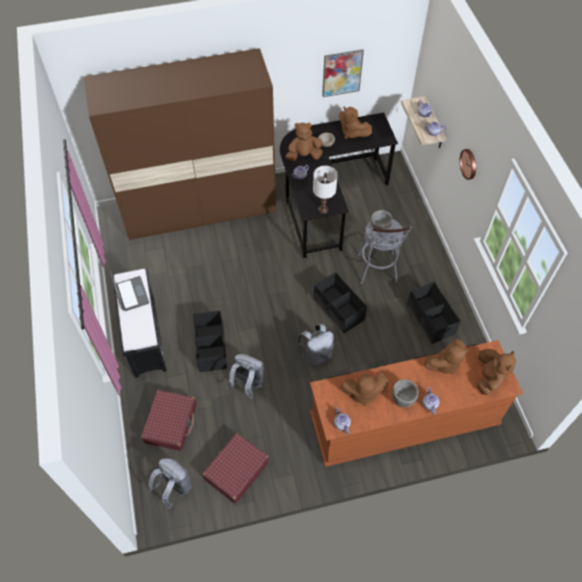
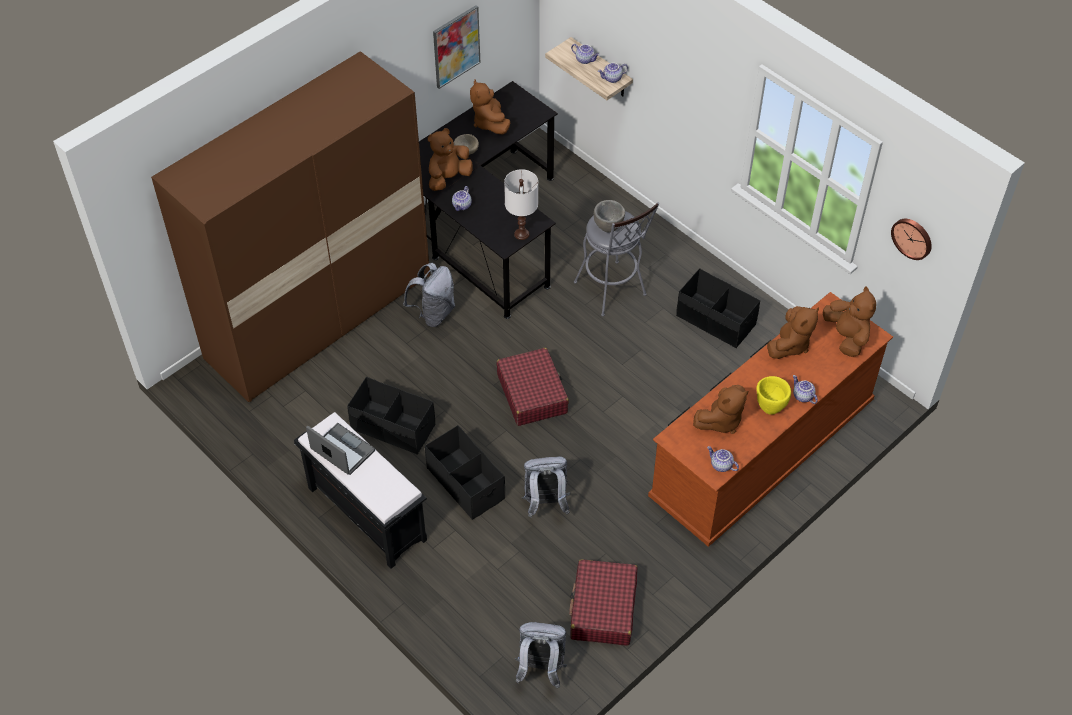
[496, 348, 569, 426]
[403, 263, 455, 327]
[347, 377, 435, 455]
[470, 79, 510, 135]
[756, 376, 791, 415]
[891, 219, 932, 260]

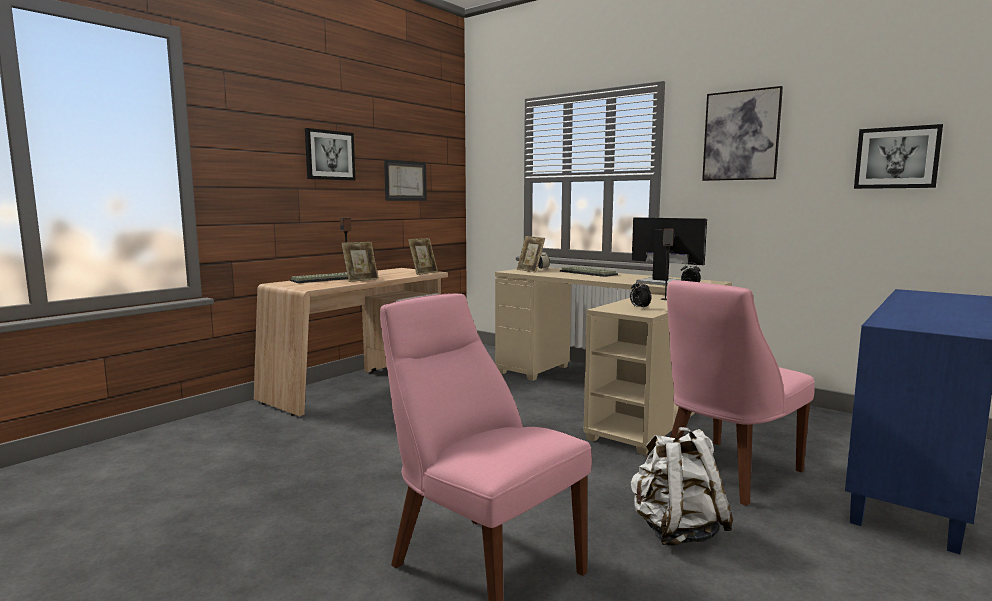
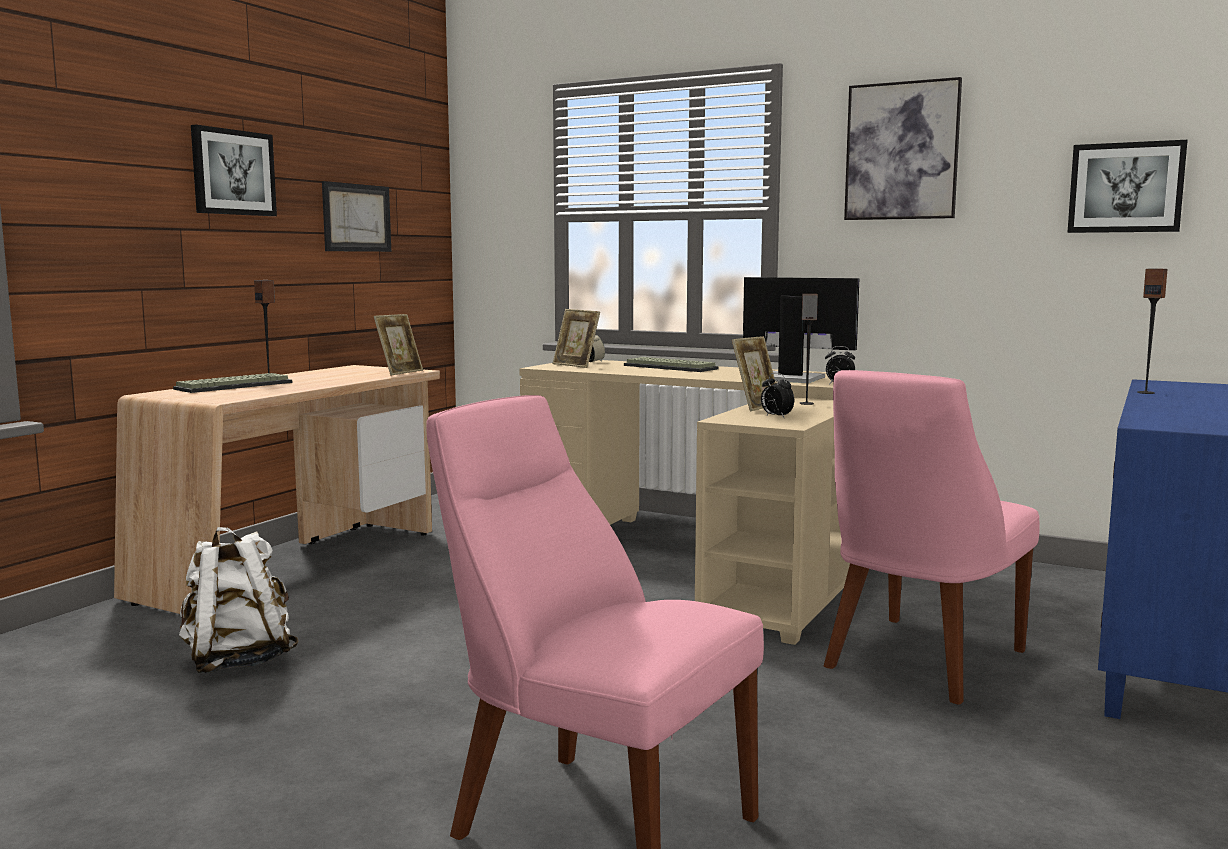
[732, 336, 776, 412]
[179, 527, 298, 673]
[1137, 269, 1167, 394]

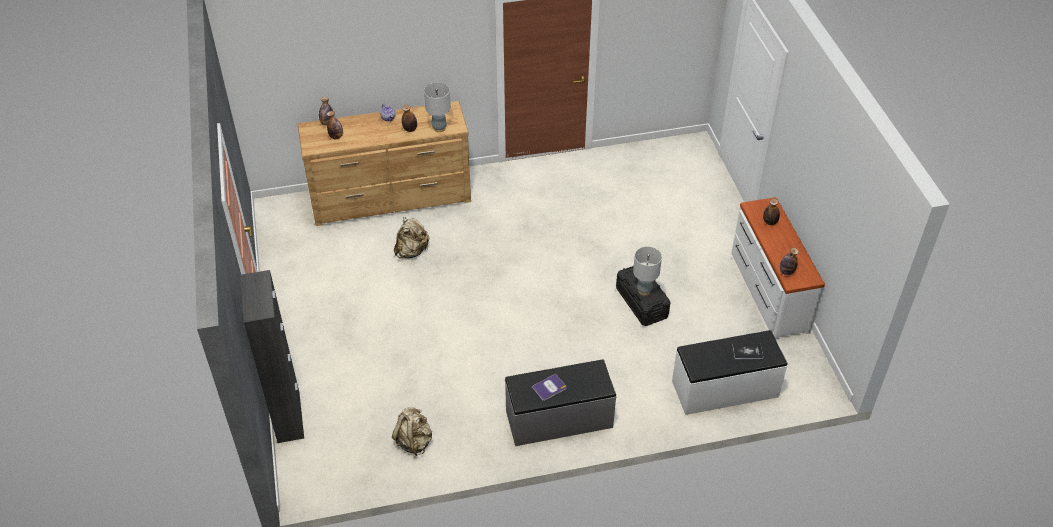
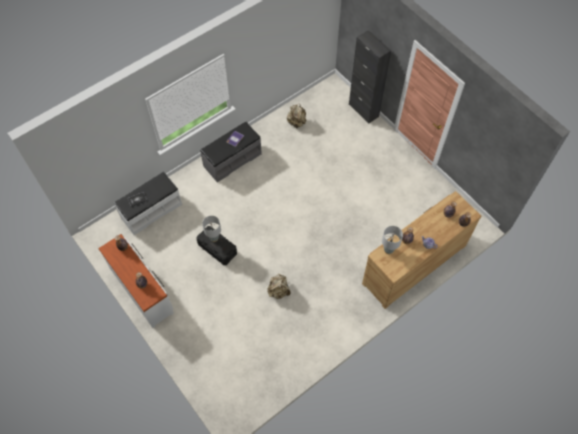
[267, 274, 290, 299]

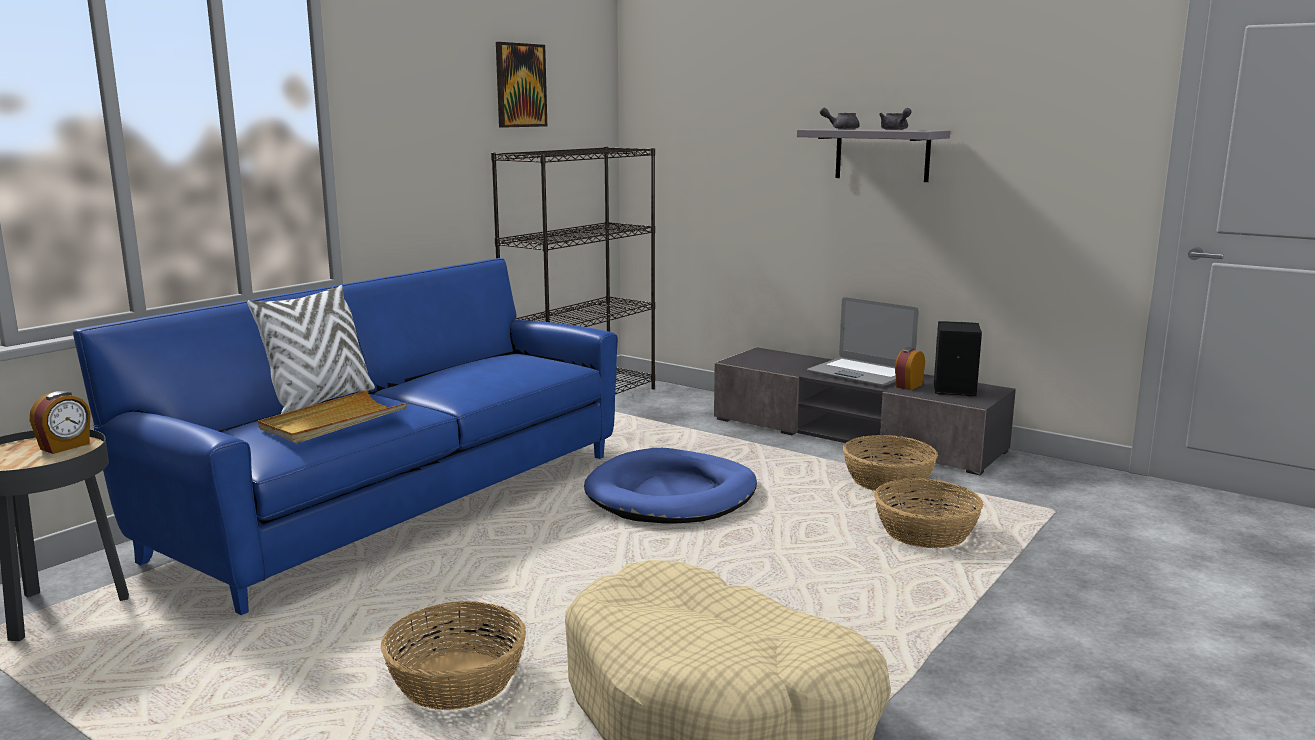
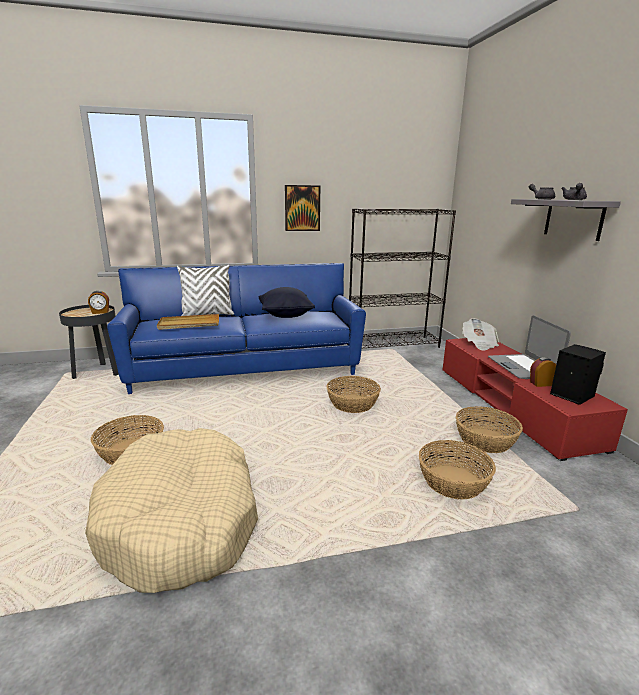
[285, 185, 320, 231]
[327, 376, 381, 413]
[443, 338, 628, 461]
[259, 287, 315, 318]
[462, 318, 499, 351]

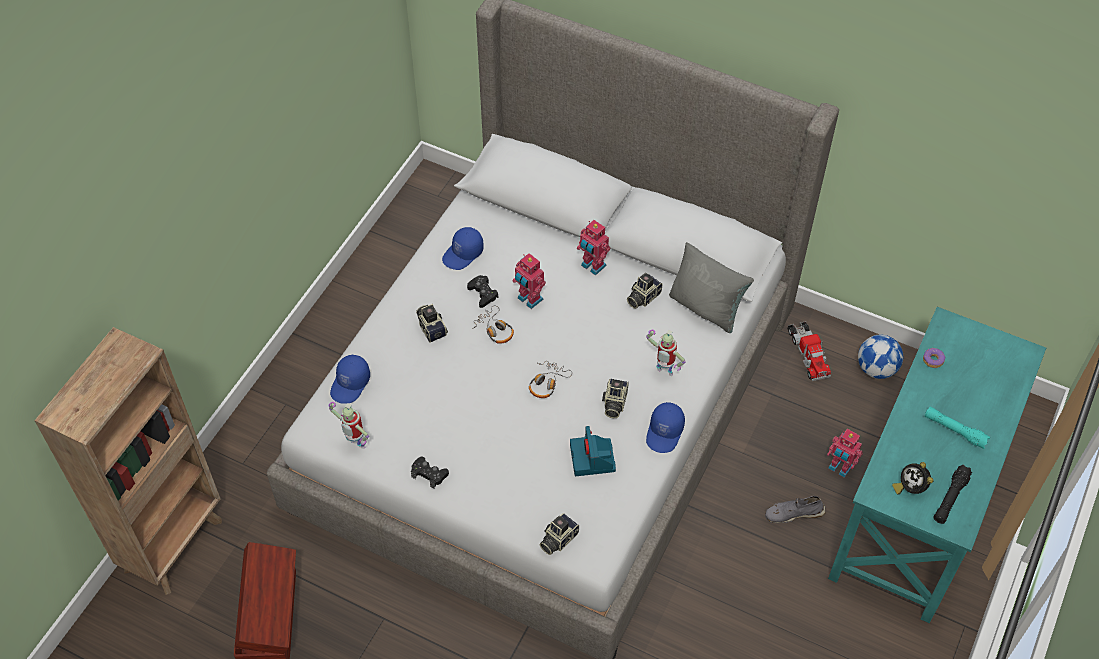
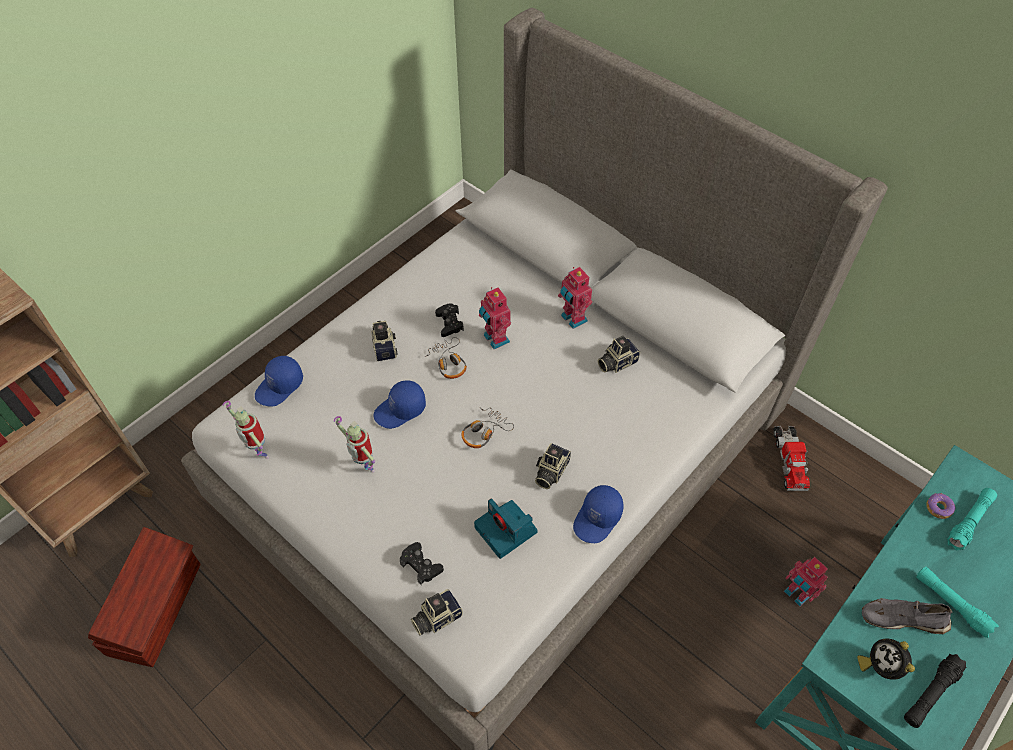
[400, 542, 444, 585]
[373, 380, 426, 429]
[474, 498, 538, 559]
[334, 416, 375, 473]
[669, 242, 754, 333] (first image)
[862, 598, 952, 634]
[858, 335, 903, 379] (first image)
[947, 488, 997, 551]

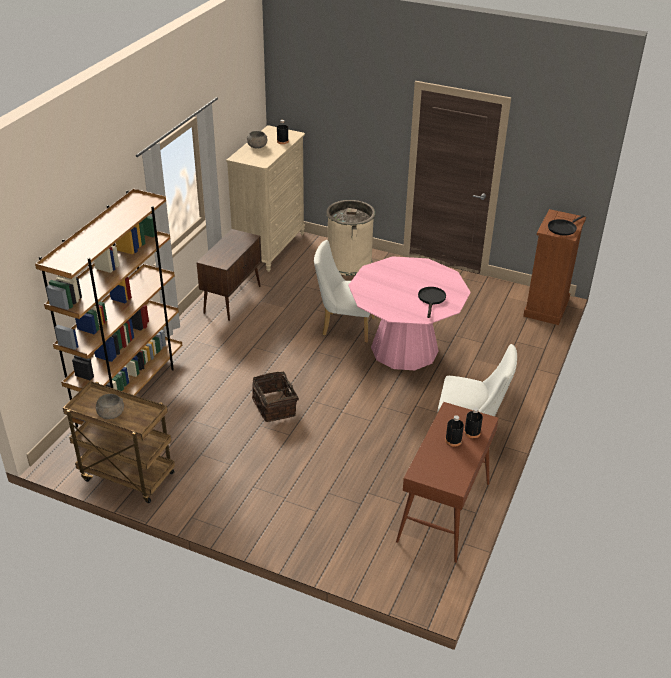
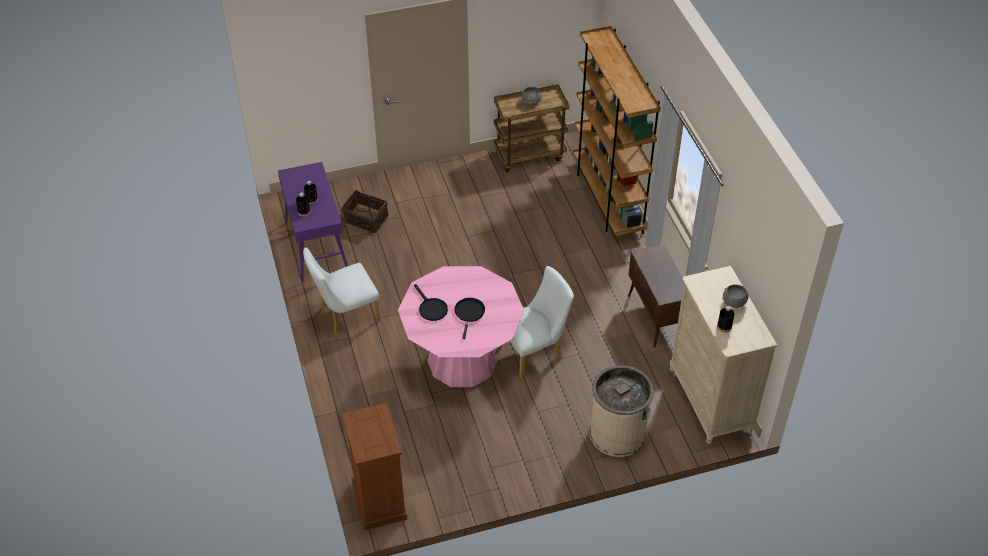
[341, 190, 389, 233]
[278, 162, 348, 283]
[454, 298, 485, 339]

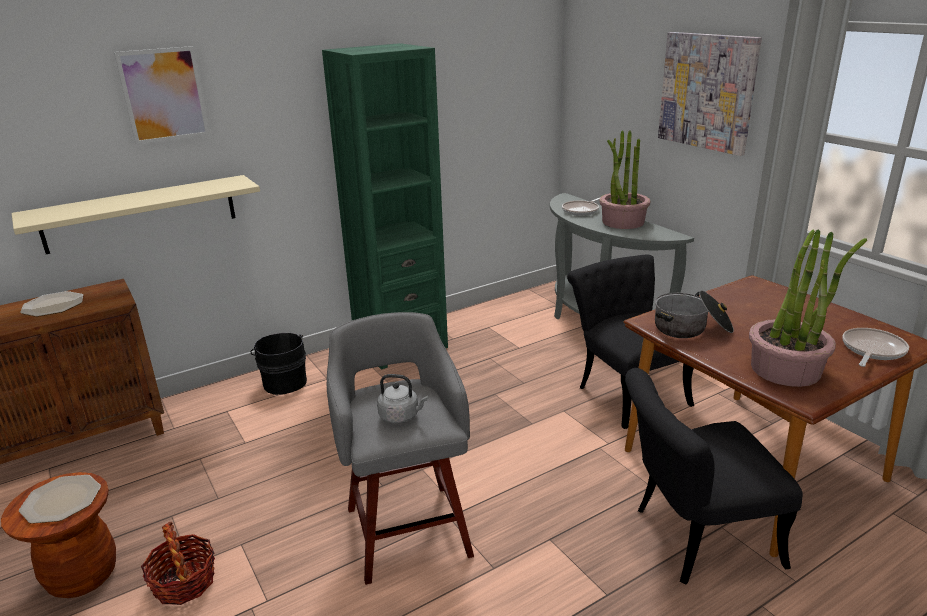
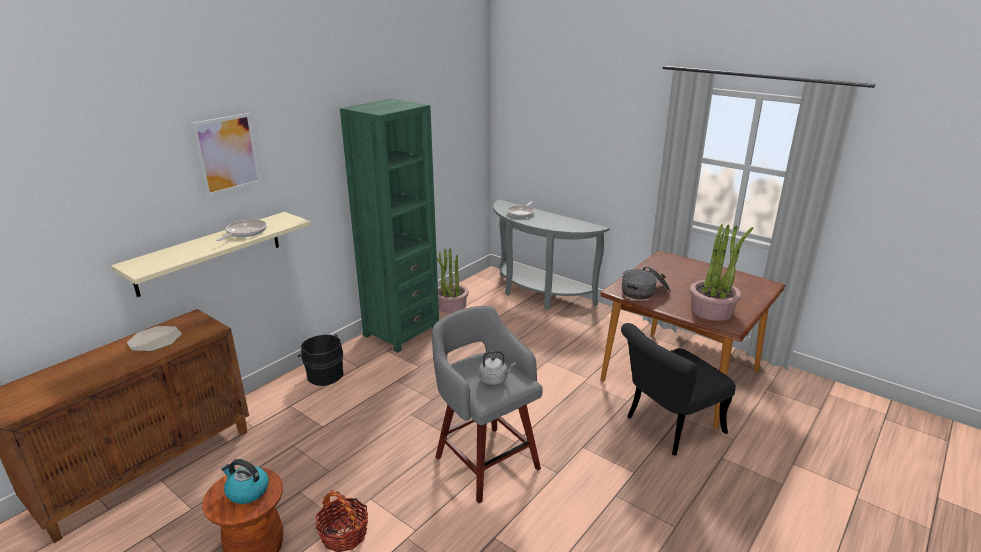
[221, 459, 269, 504]
[567, 254, 694, 429] (first image)
[437, 248, 469, 313]
[658, 32, 762, 156] (first image)
[216, 219, 267, 241]

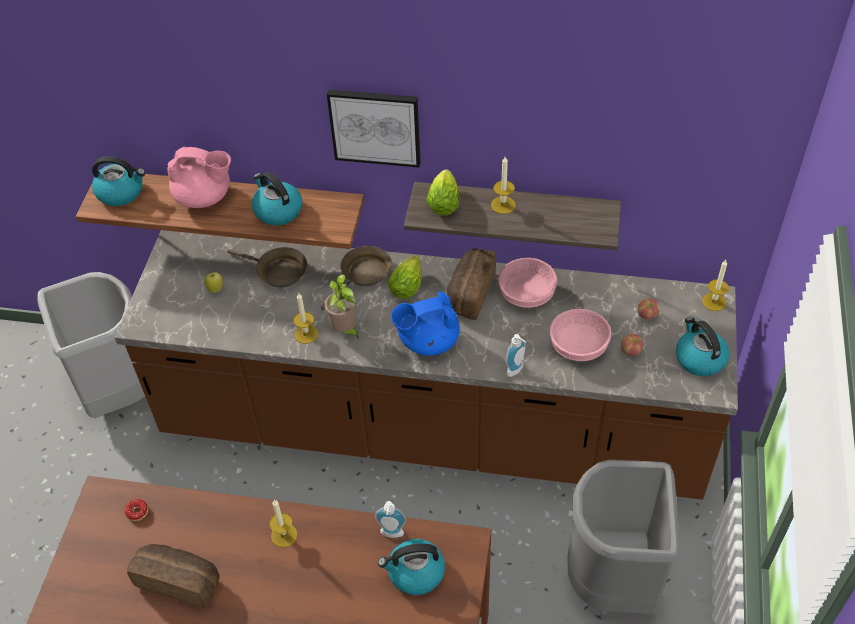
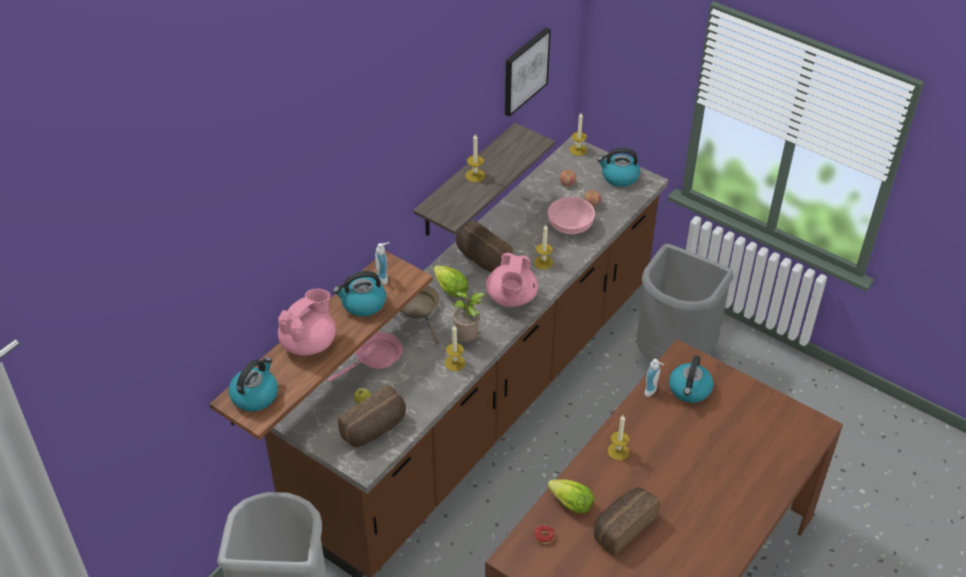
[328, 332, 402, 382]
[505, 28, 551, 117]
[486, 253, 538, 307]
[547, 479, 594, 513]
[498, 258, 557, 308] (first image)
[375, 242, 390, 285]
[338, 385, 406, 447]
[534, 225, 553, 270]

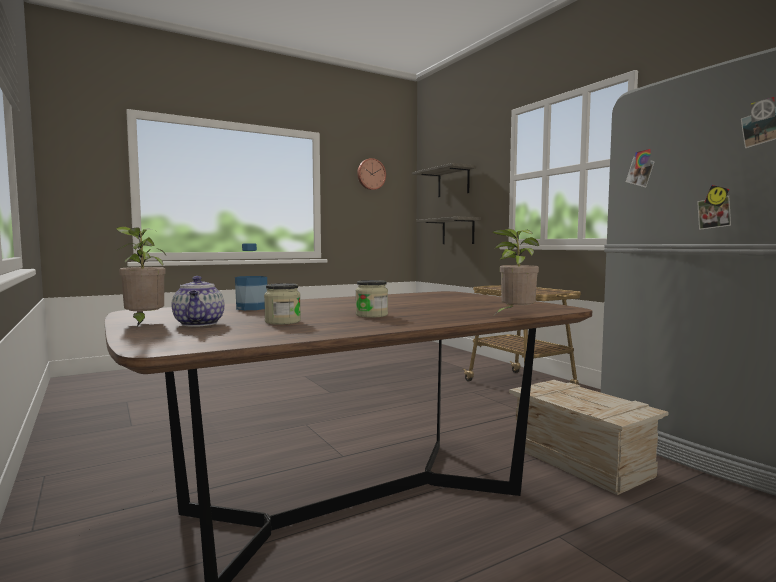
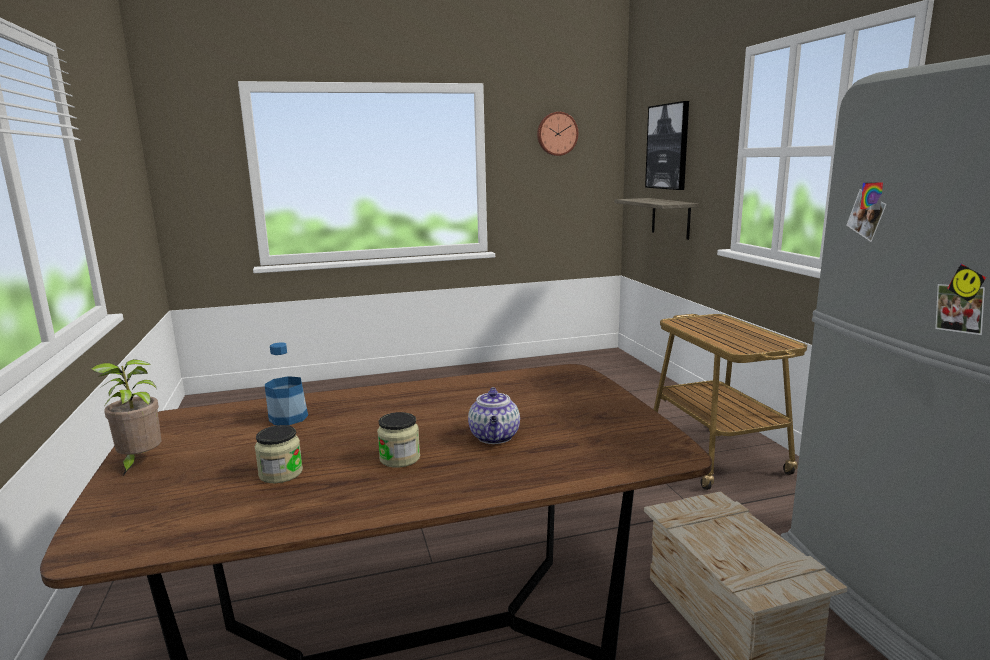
[468, 387, 520, 444]
[645, 101, 689, 190]
[491, 229, 539, 314] (first image)

